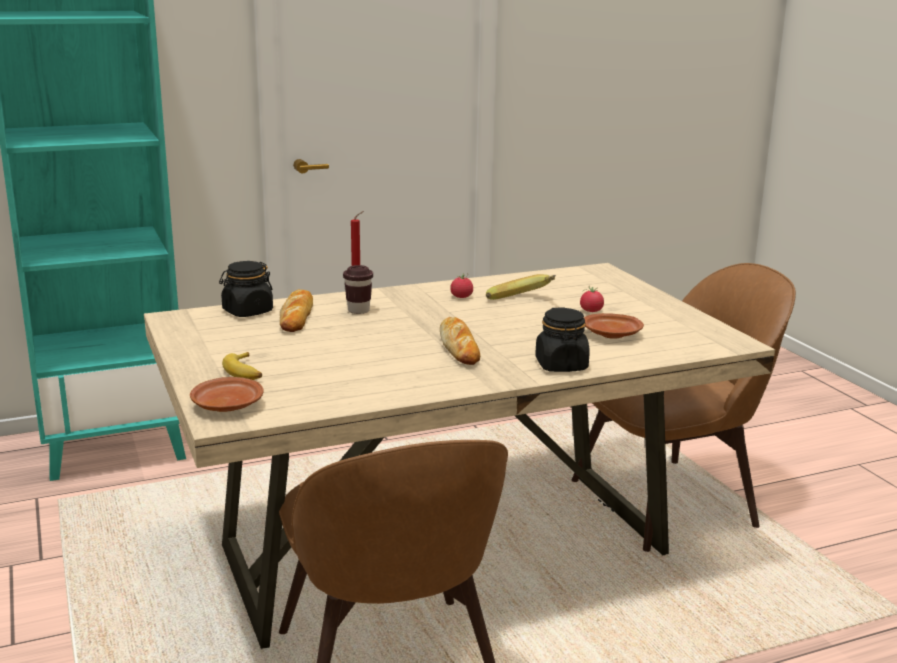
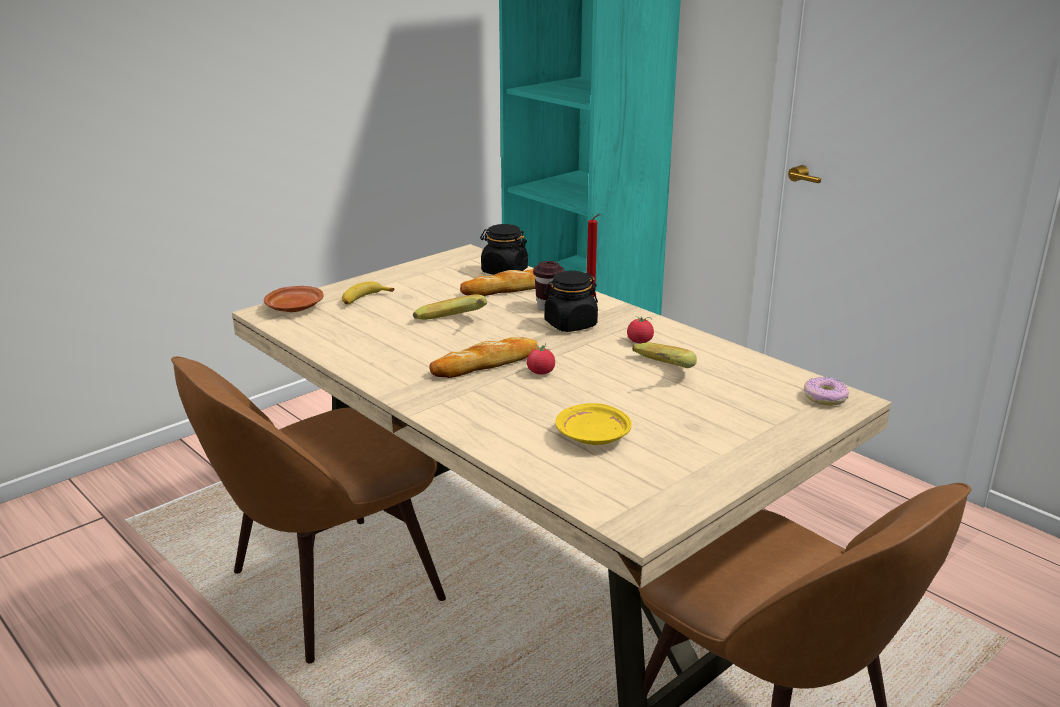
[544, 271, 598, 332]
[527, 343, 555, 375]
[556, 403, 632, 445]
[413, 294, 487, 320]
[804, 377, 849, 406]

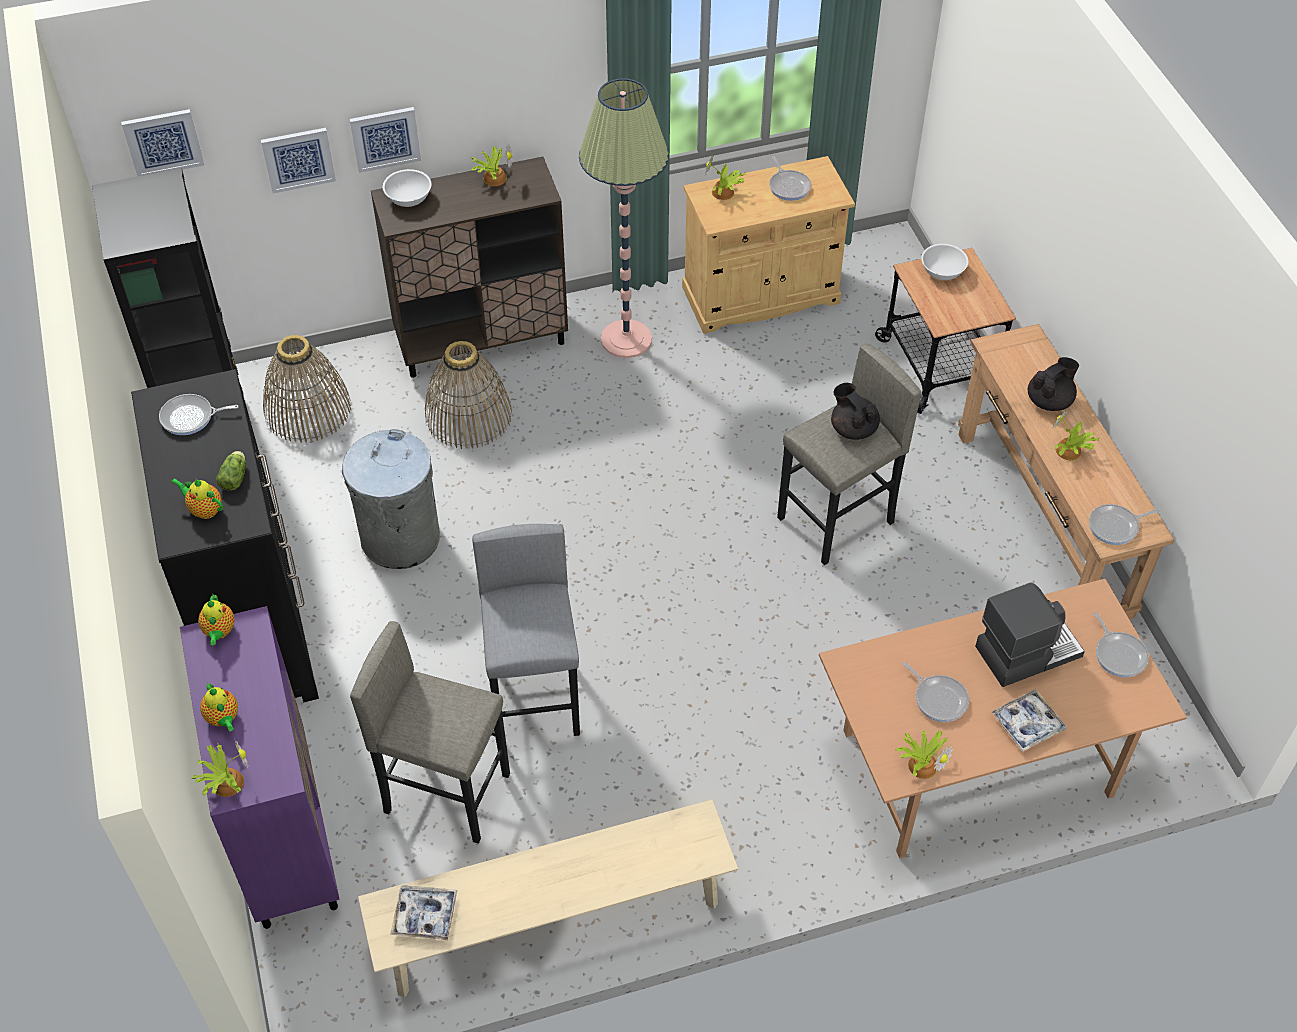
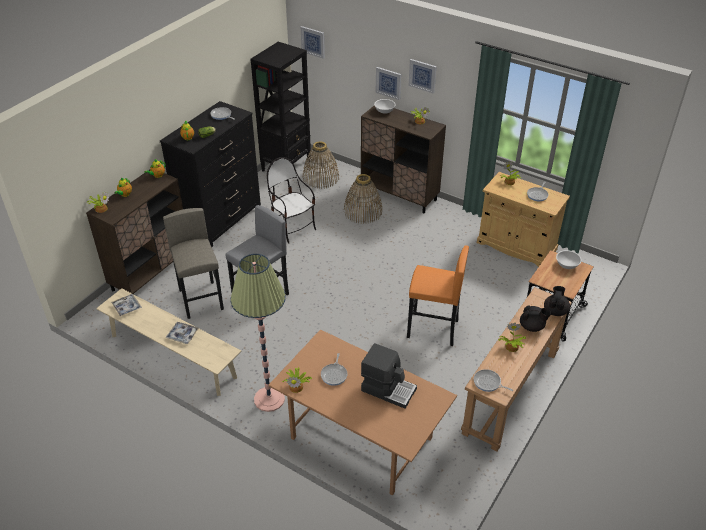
[86, 170, 183, 294]
[409, 59, 437, 93]
[267, 157, 316, 244]
[230, 254, 286, 412]
[407, 245, 469, 346]
[544, 286, 570, 316]
[165, 322, 199, 344]
[1094, 612, 1149, 677] (first image)

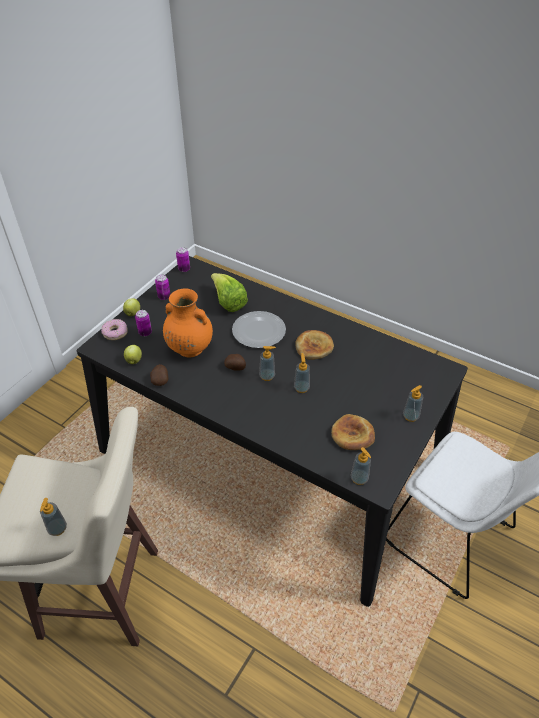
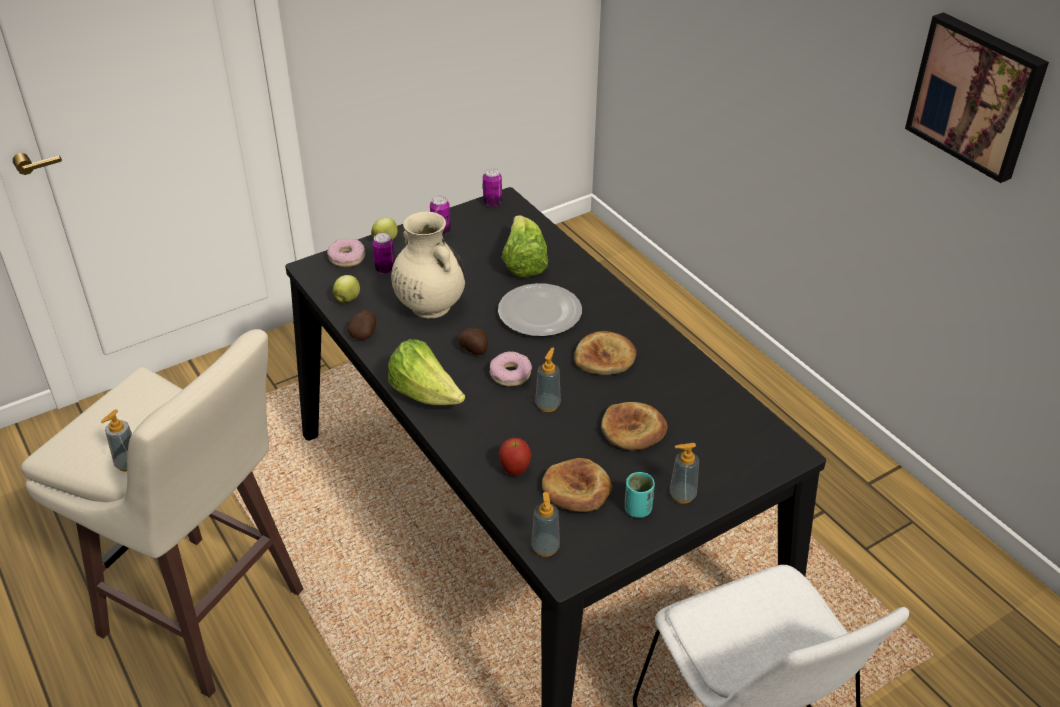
[391, 212, 466, 319]
[490, 352, 532, 387]
[388, 339, 465, 405]
[499, 438, 531, 475]
[601, 402, 668, 451]
[625, 472, 655, 518]
[905, 12, 1049, 183]

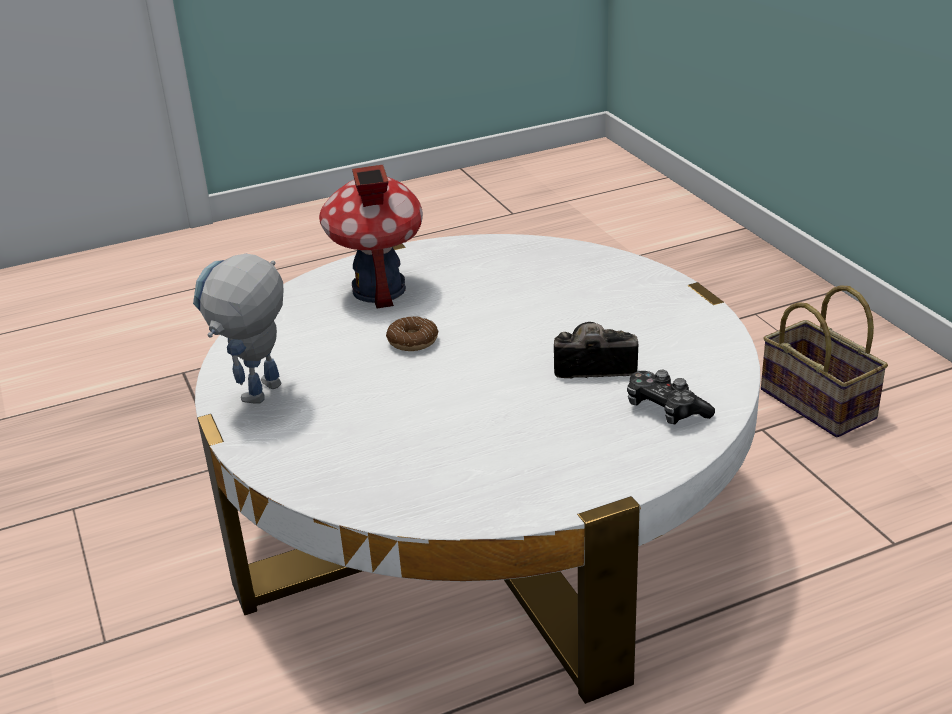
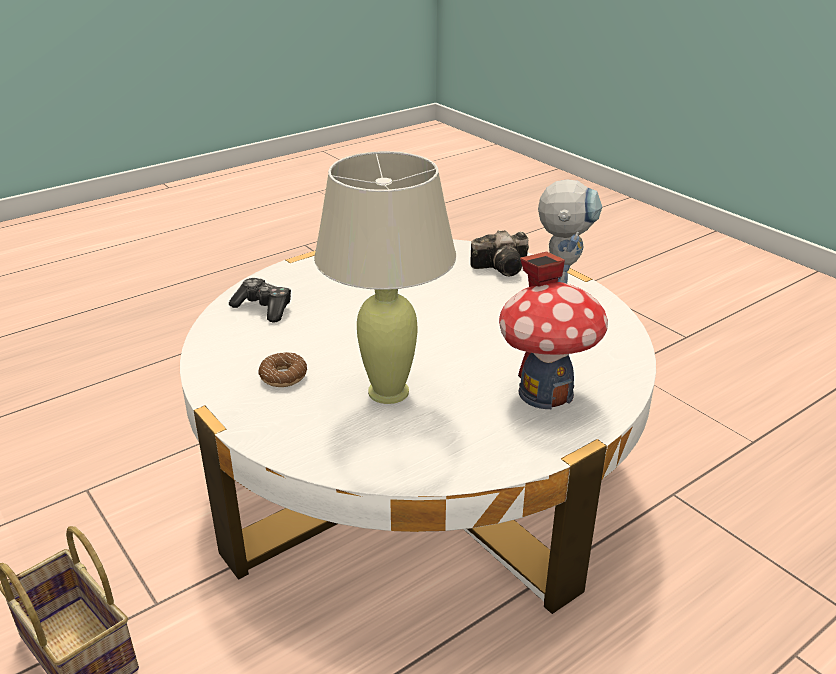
[258, 352, 307, 387]
[470, 230, 529, 276]
[314, 151, 456, 404]

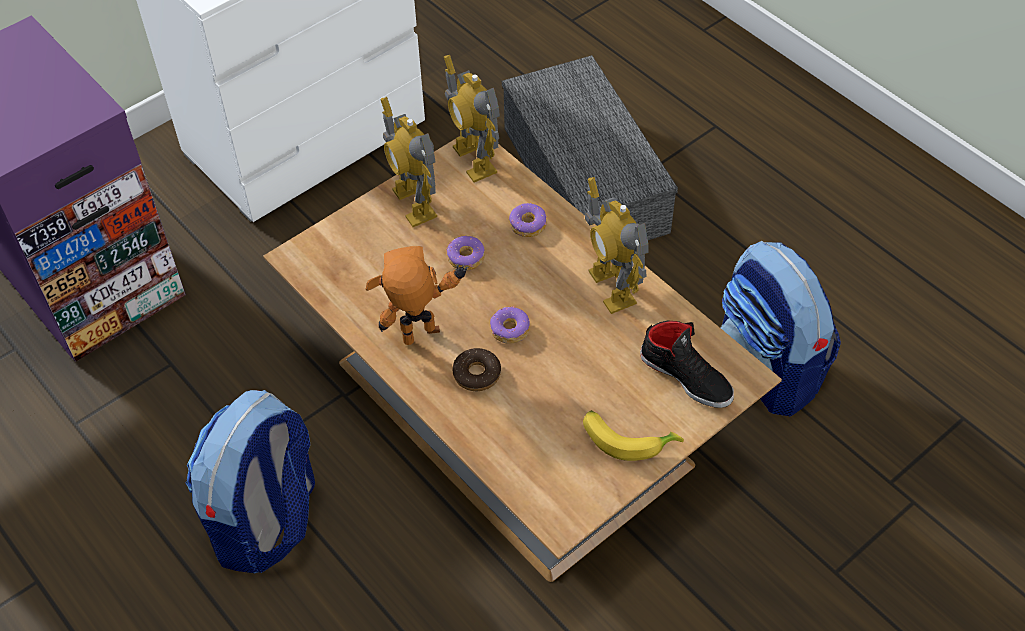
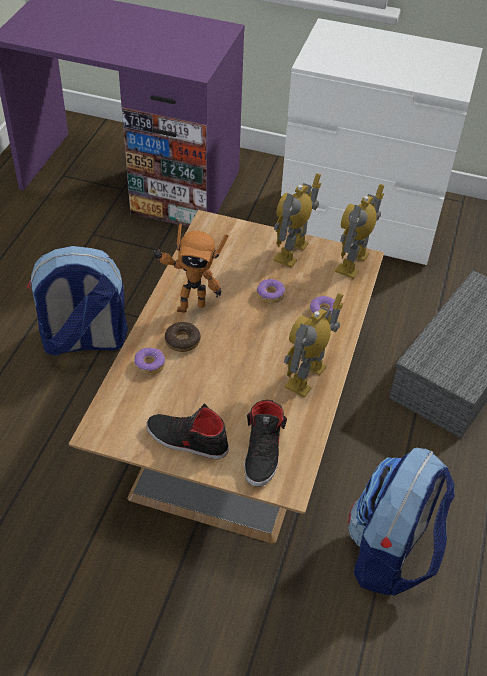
[151, 224, 228, 312]
[134, 348, 165, 375]
[146, 404, 229, 460]

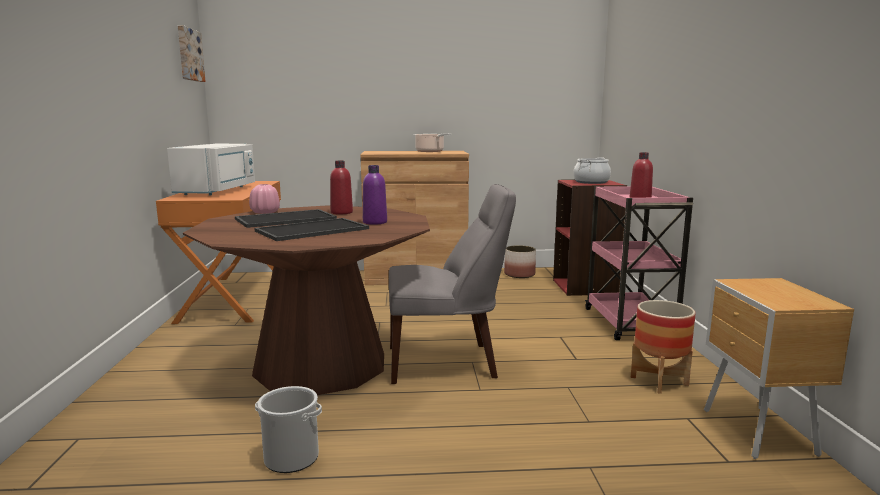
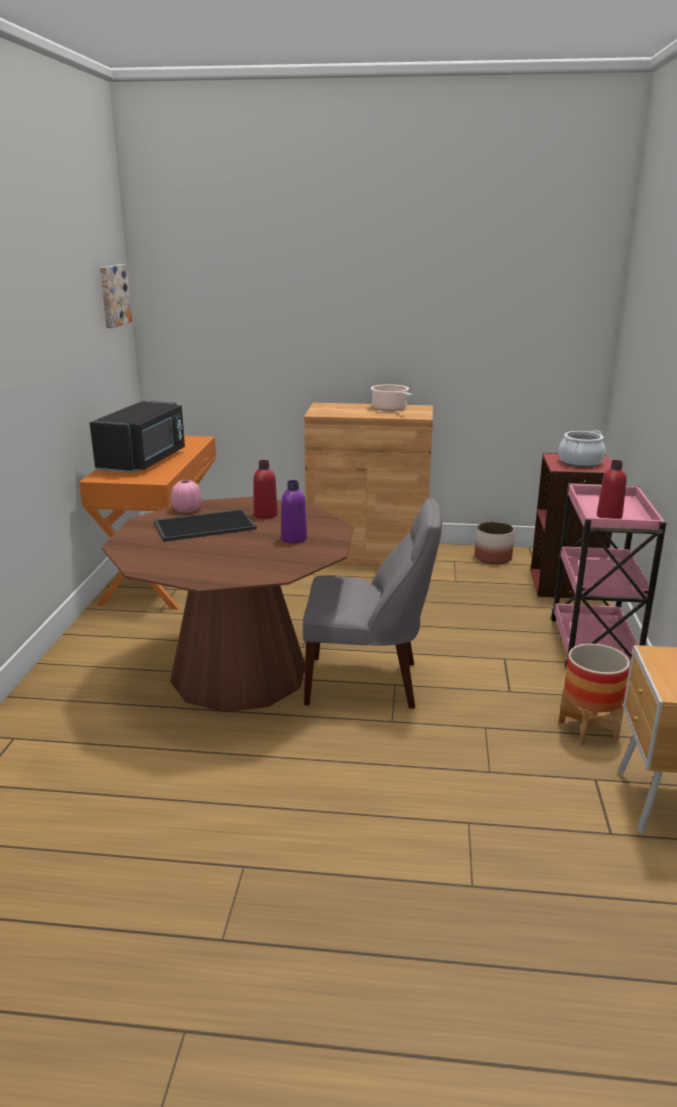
[90, 401, 185, 473]
[255, 218, 369, 241] (first image)
[255, 386, 322, 473] (first image)

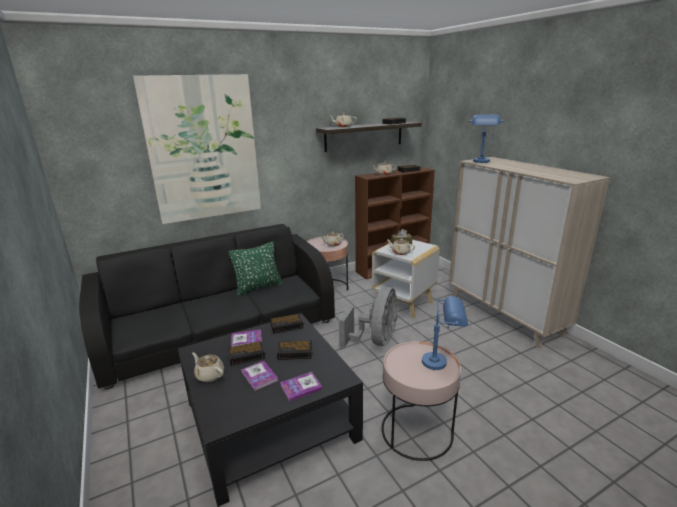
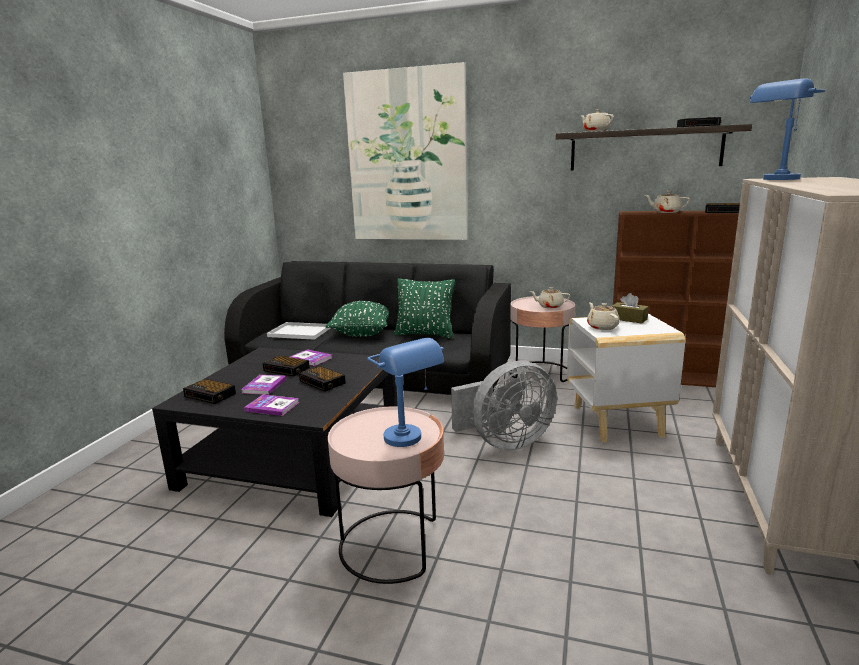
[192, 352, 224, 382] (first image)
[183, 379, 236, 404]
[267, 322, 331, 340]
[326, 301, 389, 337]

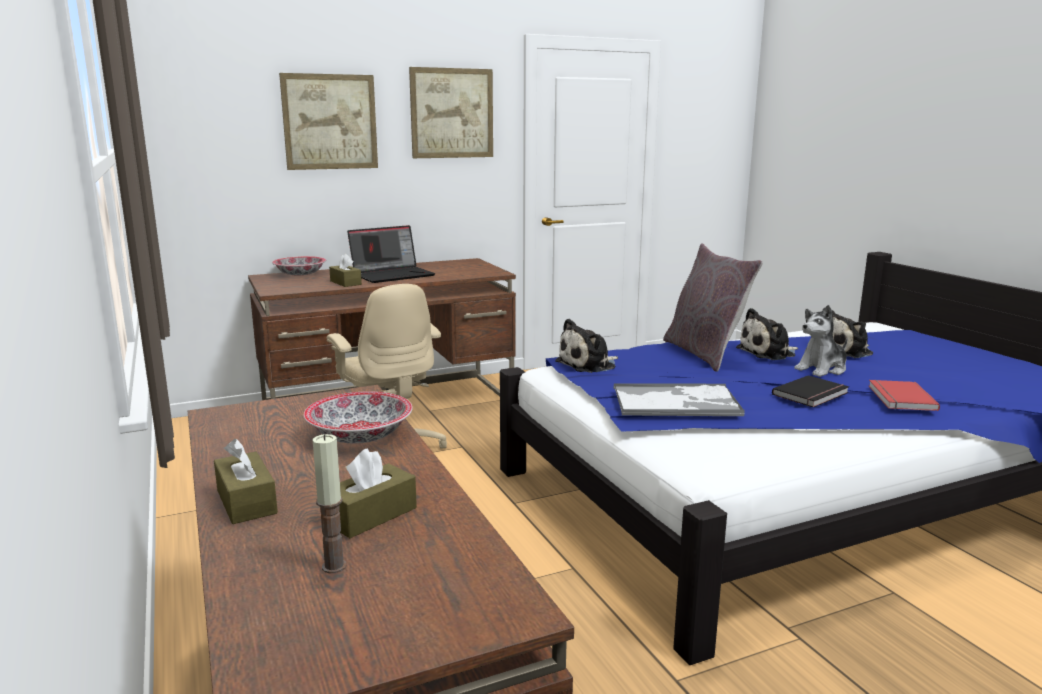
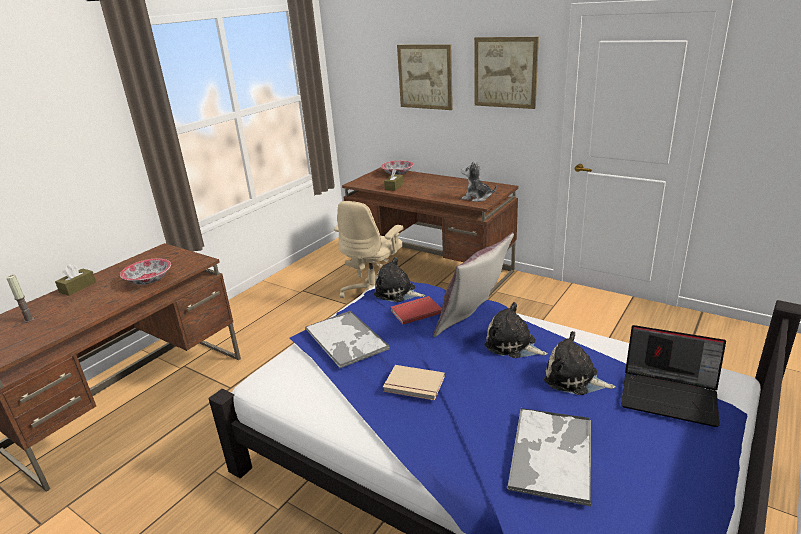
[339, 448, 417, 538] (first image)
[621, 325, 726, 427]
[383, 365, 445, 400]
[461, 161, 497, 202]
[391, 296, 442, 325]
[507, 408, 592, 506]

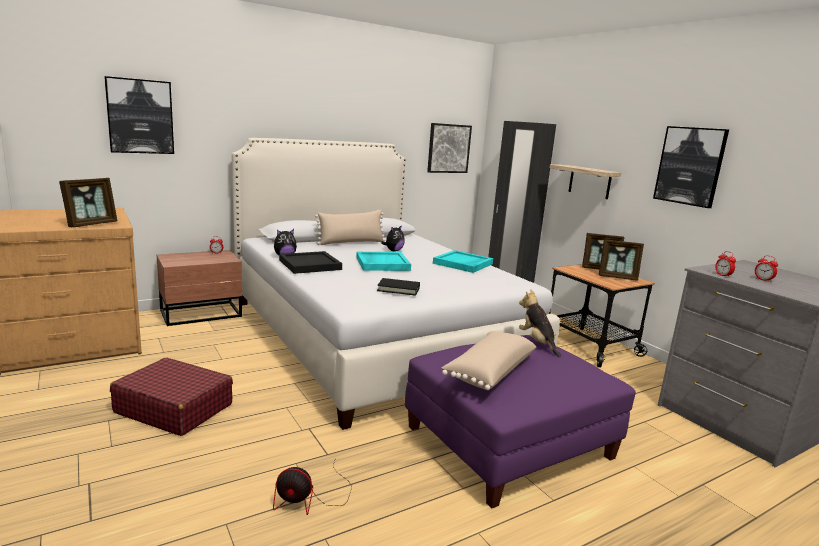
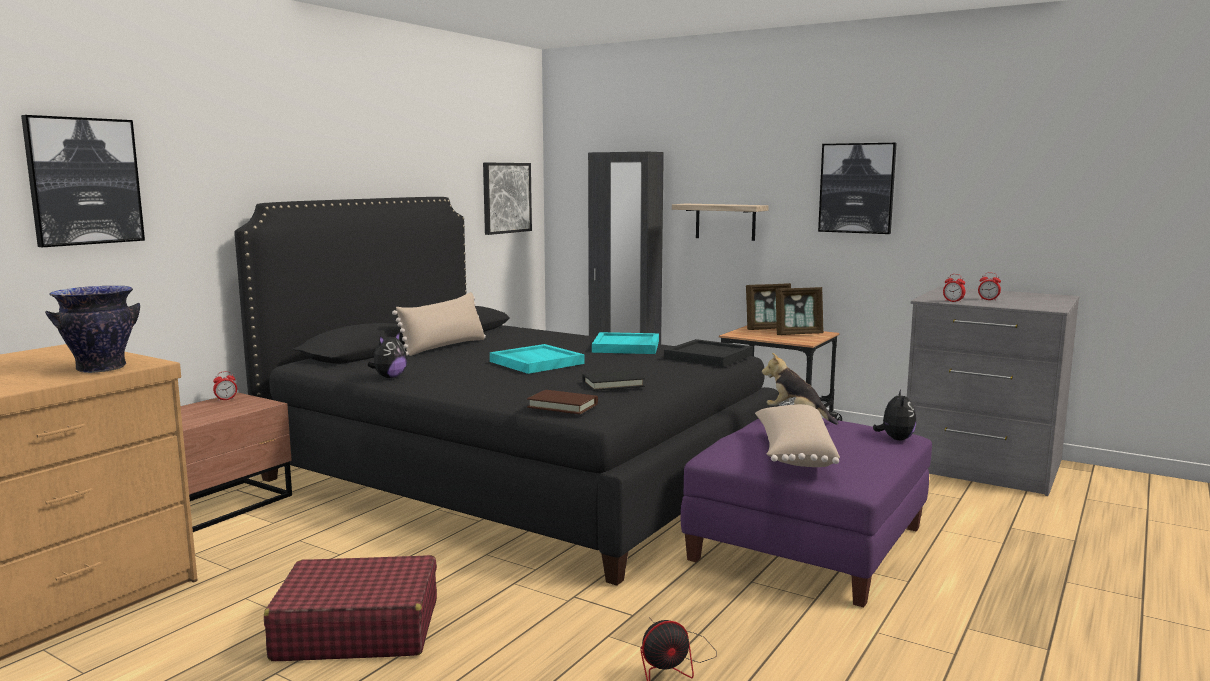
[45, 286, 140, 373]
[234, 197, 778, 586]
[664, 339, 753, 367]
[873, 390, 916, 440]
[527, 390, 598, 414]

